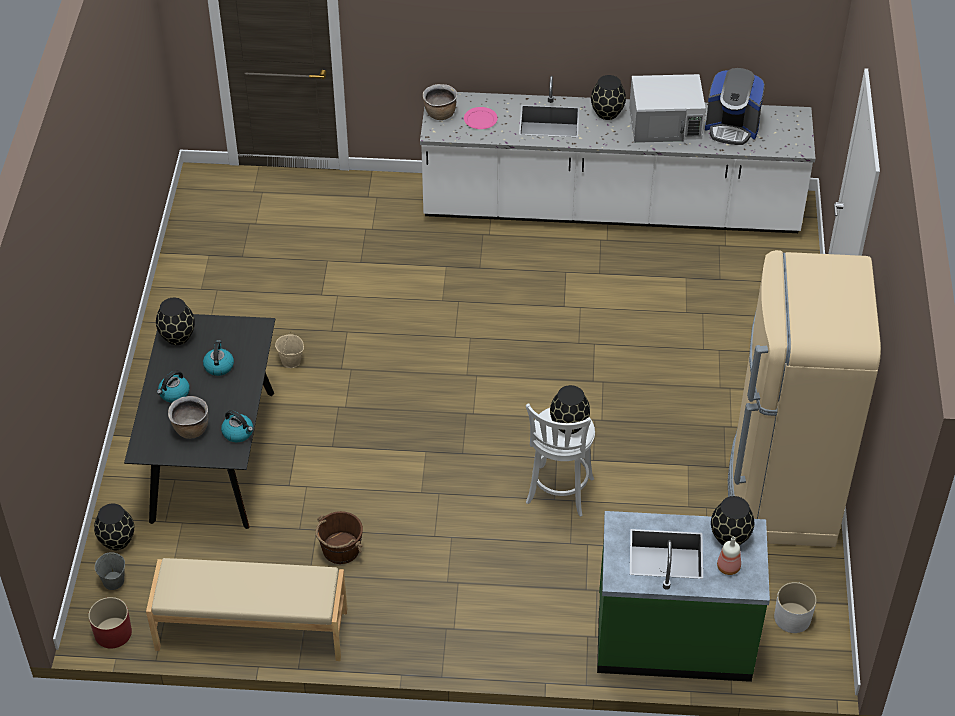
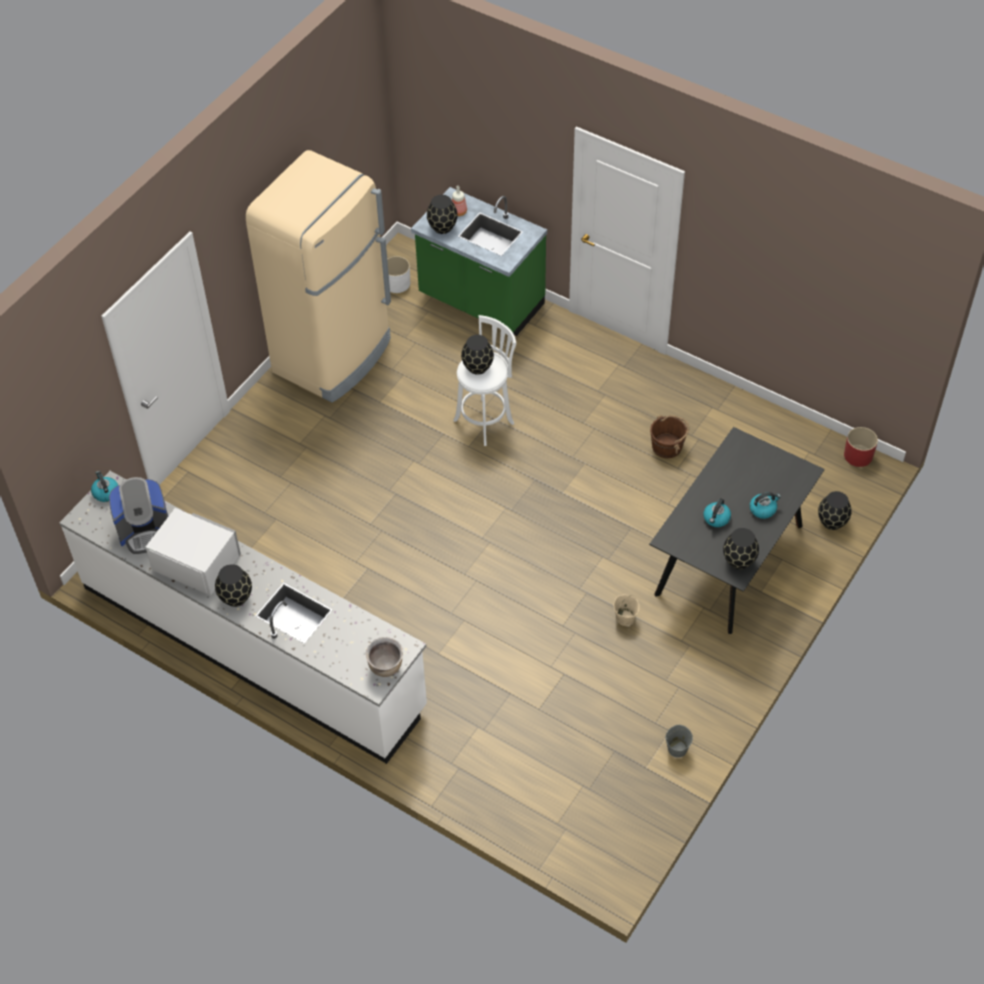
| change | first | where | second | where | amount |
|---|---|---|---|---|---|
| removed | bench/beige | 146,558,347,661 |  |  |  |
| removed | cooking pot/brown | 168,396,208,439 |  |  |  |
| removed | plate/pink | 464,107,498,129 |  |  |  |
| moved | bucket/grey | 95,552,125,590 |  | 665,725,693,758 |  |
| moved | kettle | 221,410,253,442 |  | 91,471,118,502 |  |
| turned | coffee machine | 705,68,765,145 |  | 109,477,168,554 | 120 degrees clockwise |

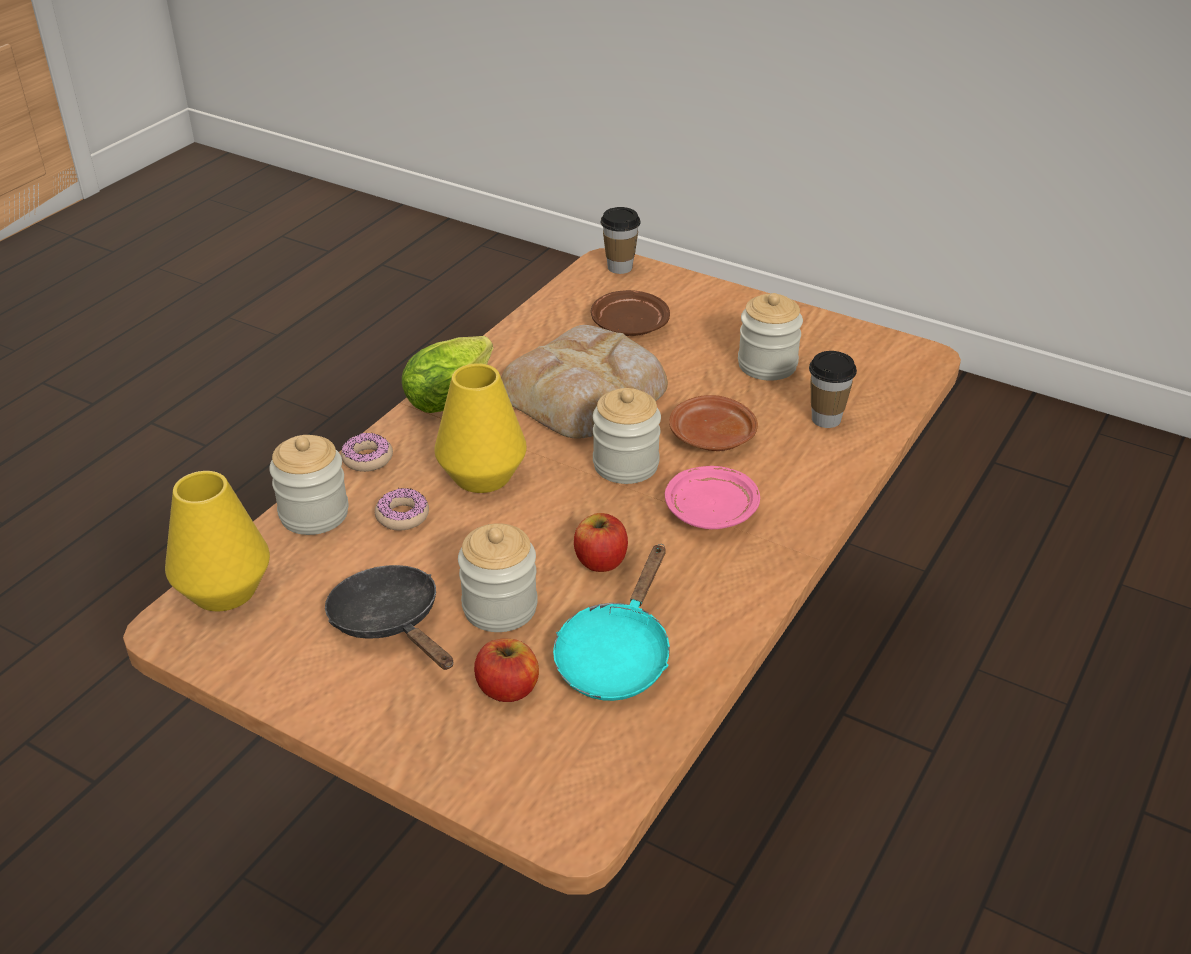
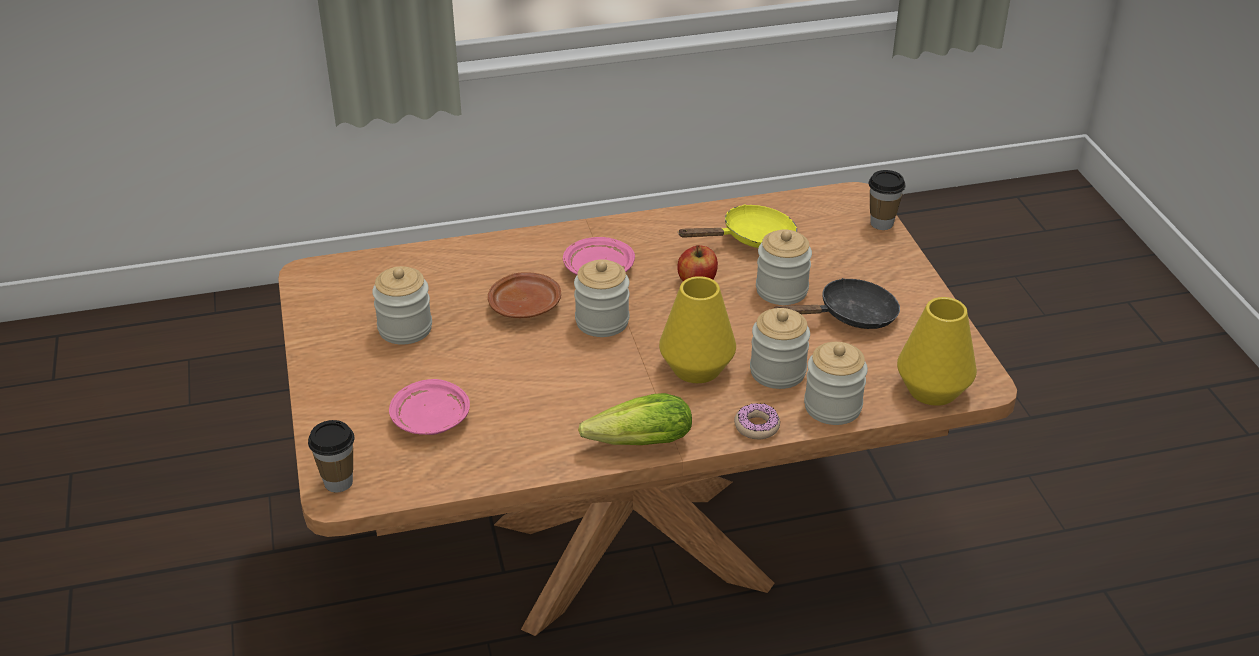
| change | first | where | second | where | amount |
|---|---|---|---|---|---|
| removed | apple | 474,639,539,702 |  |  |  |
| removed | bread | 501,325,668,439 |  |  |  |
| moved | cup | 809,351,857,428 |  | 869,170,905,230 |  |
| replaced | donut | 374,488,429,531 | jar | 750,308,810,389 |  |
| recoloured | frying pan/turquoise | 553,544,670,701 | frying pan/yellow | 677,204,797,248 |  |
| recoloured | plate/brown | 591,290,670,336 | plate/pink | 389,379,470,435 |  |
| turned | frying pan/black | 325,565,453,670 |  | 774,278,900,329 | 120 degrees counterclockwise |

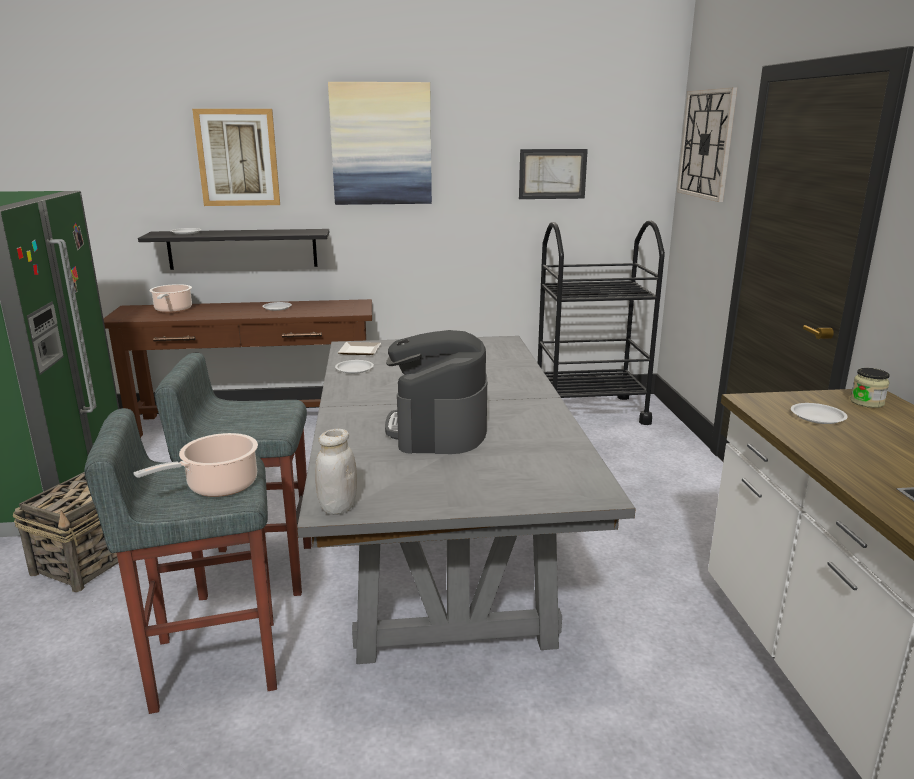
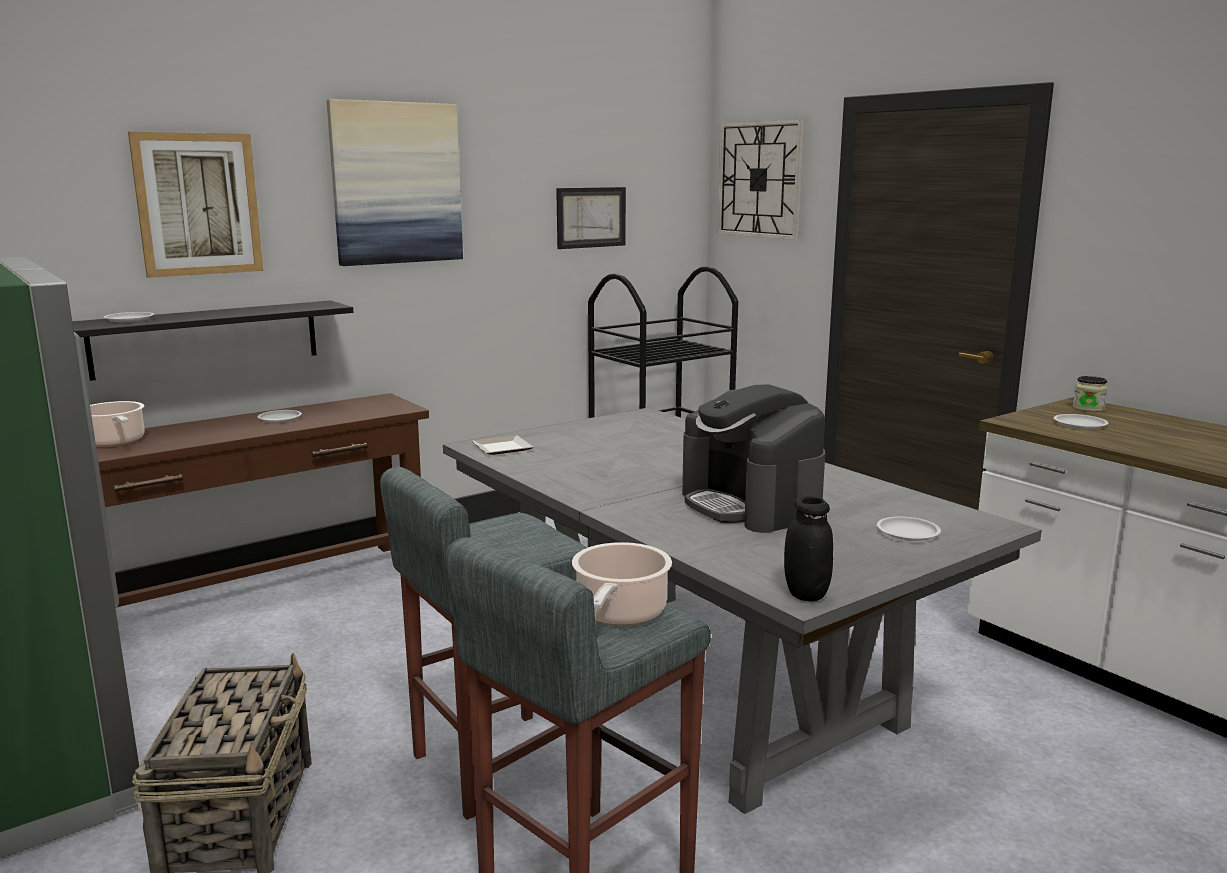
| change | first | where | second | where | amount |
|---|---|---|---|---|---|
| moved | plate/white | 335,360,374,374 |  | 877,516,941,541 |  |
| recoloured | jar/white | 315,429,357,515 | jar/black | 784,496,833,601 |  |

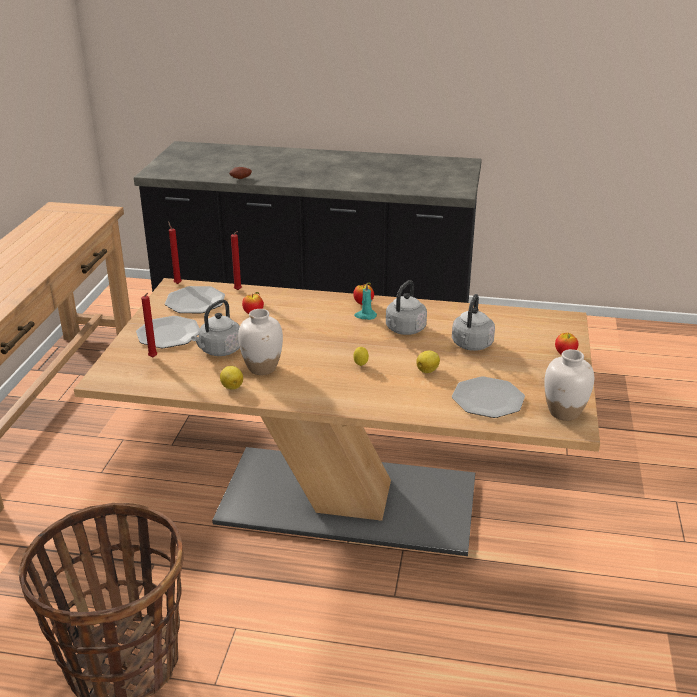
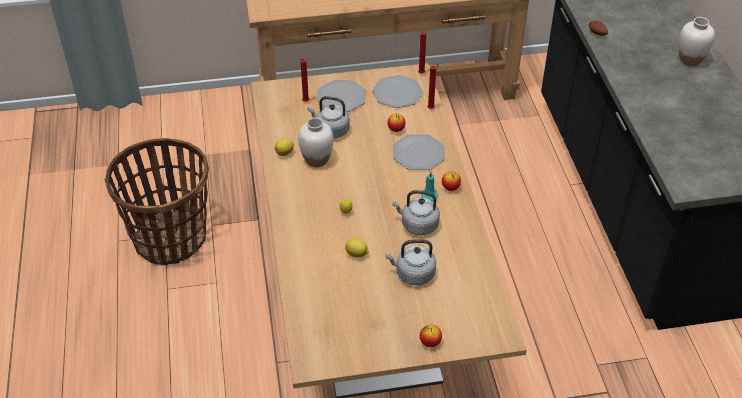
| change | first | where | second | where | amount |
|---|---|---|---|---|---|
| moved | plate | 452,376,525,418 |  | 393,134,445,170 |  |
| moved | vase/white | 544,349,594,421 |  | 679,17,715,66 |  |

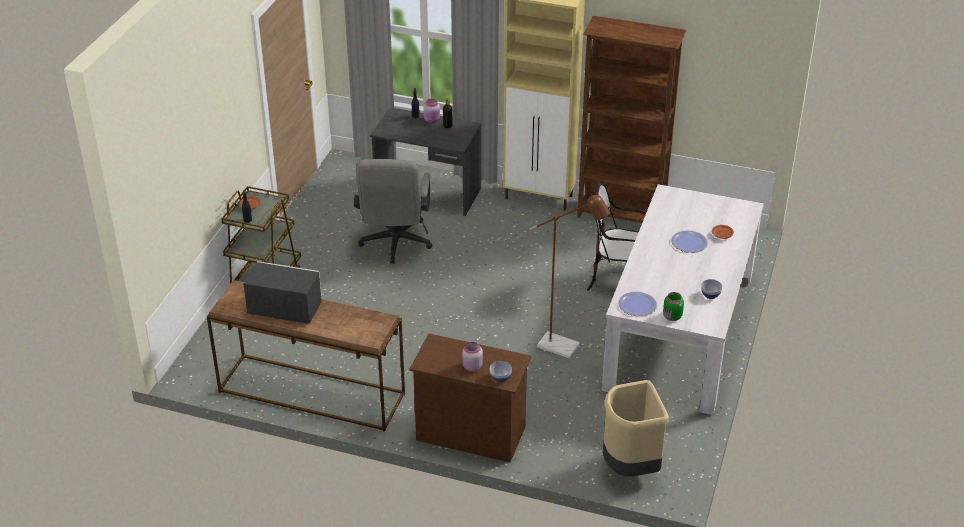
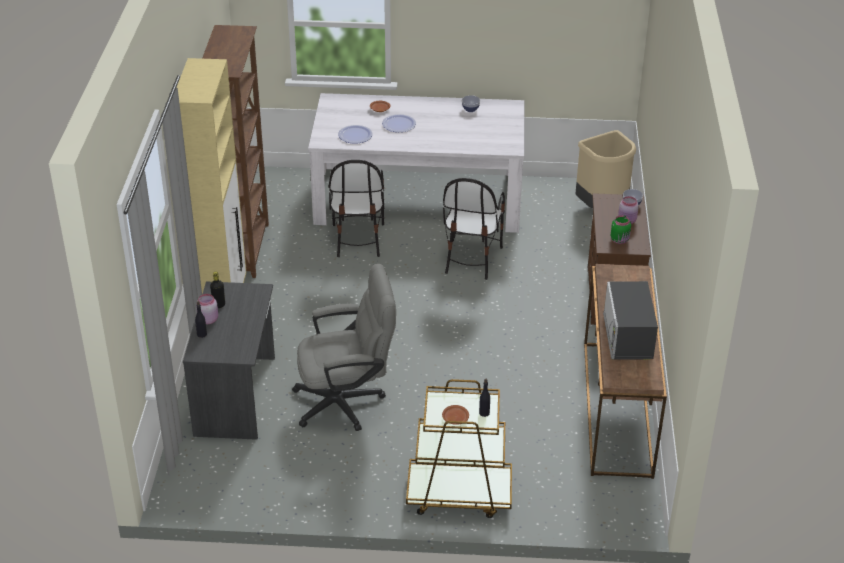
| change | first | where | second | where | amount |
|---|---|---|---|---|---|
| moved | plate | 618,292,657,316 |  | 338,125,373,143 |  |
| moved | jar/green | 663,292,684,321 |  | 611,215,631,244 |  |
| replaced | floor lamp/brown | 529,193,610,359 | chair | 443,178,505,280 |  |

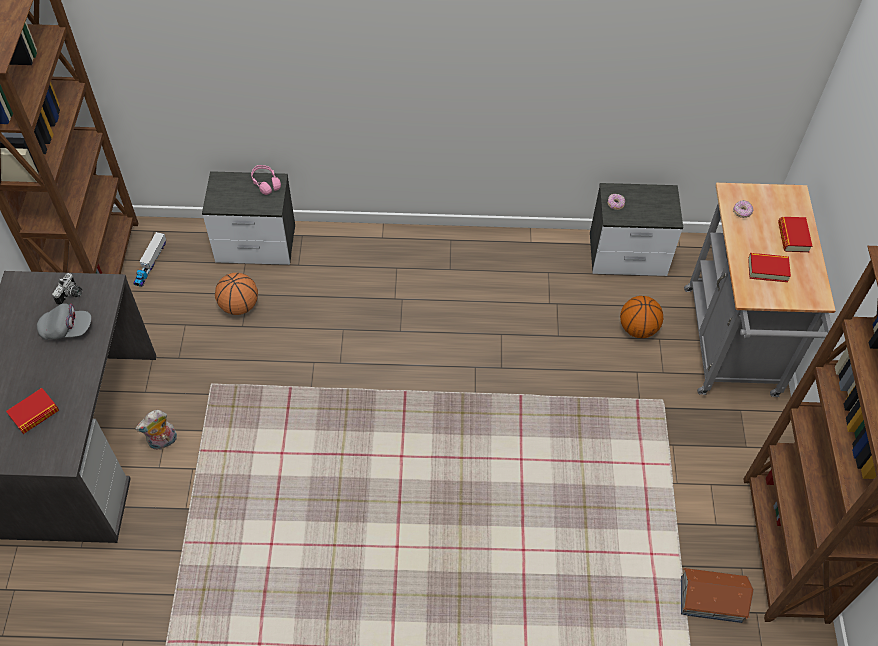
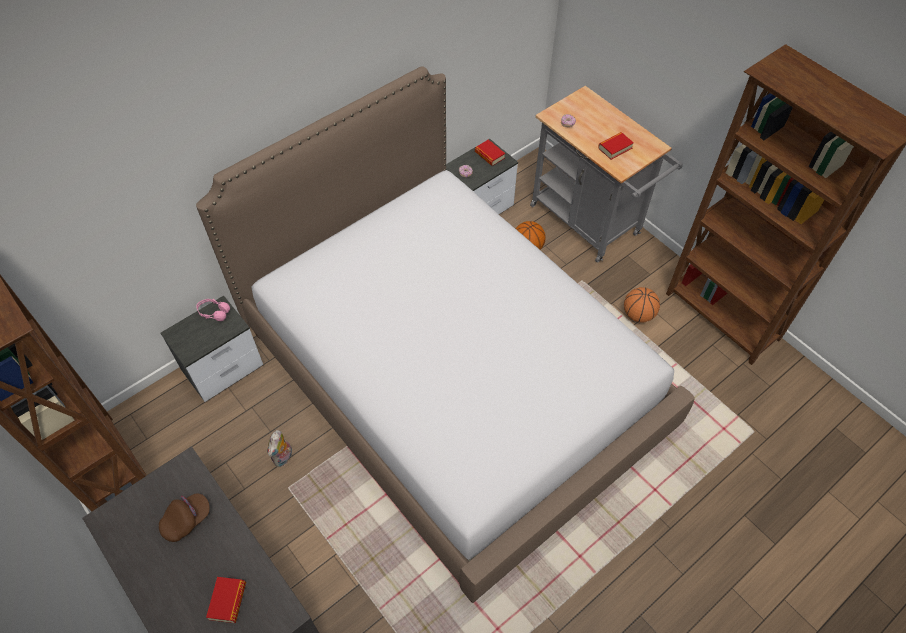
| change | first | where | second | where | amount |
|---|---|---|---|---|---|
| removed | photo camera | 52,273,82,305 |  |  |  |
| removed | toy truck | 134,232,166,287 |  |  |  |
| removed | toy house | 681,568,754,623 |  |  |  |
| added |  |  | bed | 196,66,695,603 |  |
| moved | plush toy | 135,410,177,451 |  | 268,430,292,467 |  |
| moved | basketball | 215,273,258,315 |  | 624,287,660,323 |  |
| moved | book | 778,217,812,252 |  | 475,139,505,166 |  |
| recoloured | cap/grey | 37,303,91,340 | cap/brown | 159,493,210,542 |  |

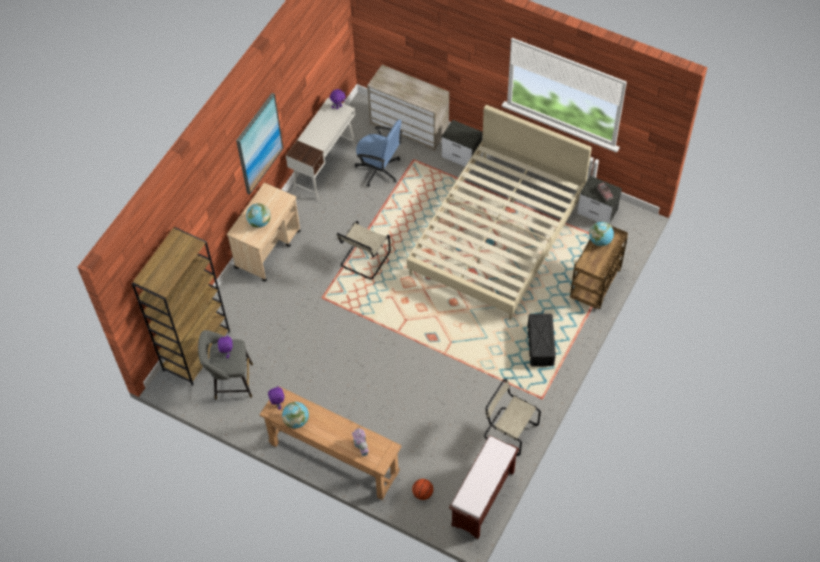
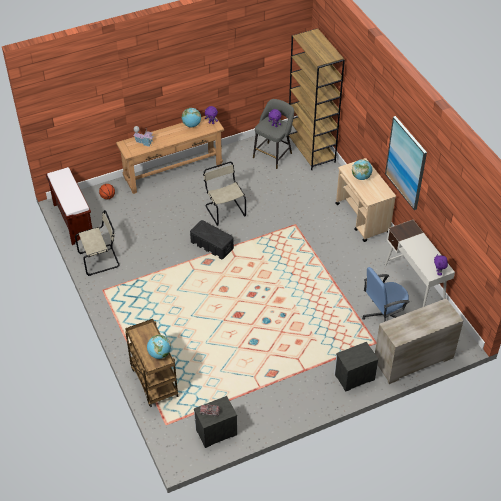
| change | first | where | second | where | amount |
|---|---|---|---|---|---|
| removed | bed/beige | 407,105,592,320 |  |  |  |
| moved | chair/beige | 336,221,391,279 |  | 203,162,246,226 |  |
| moved | storage box/black | 528,314,556,366 |  | 190,220,234,259 |  |

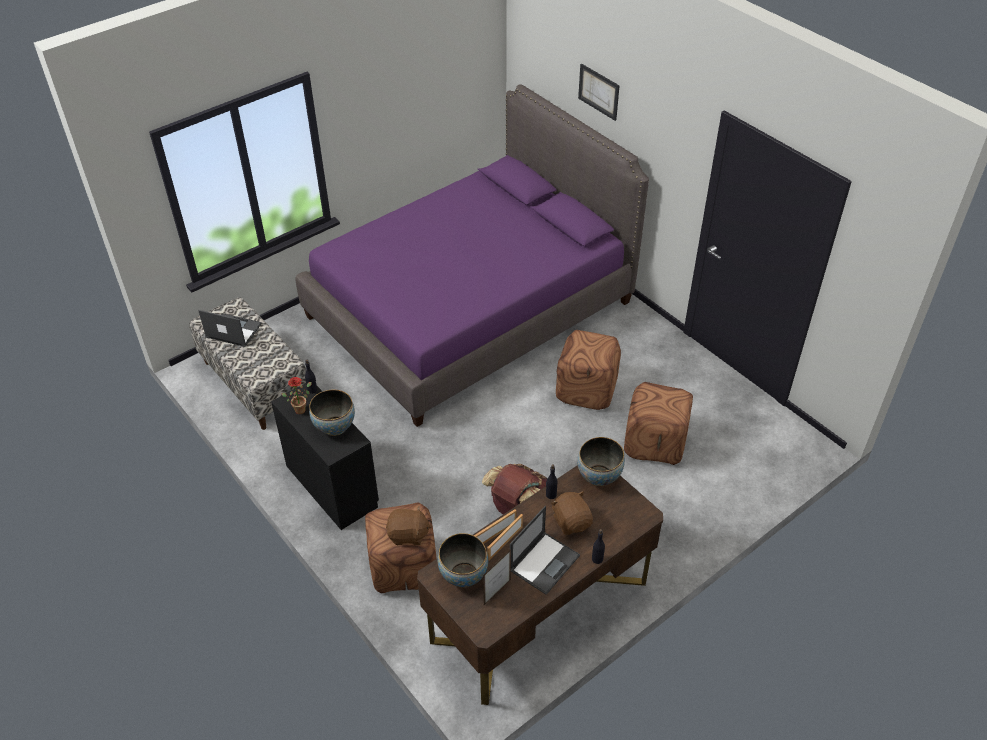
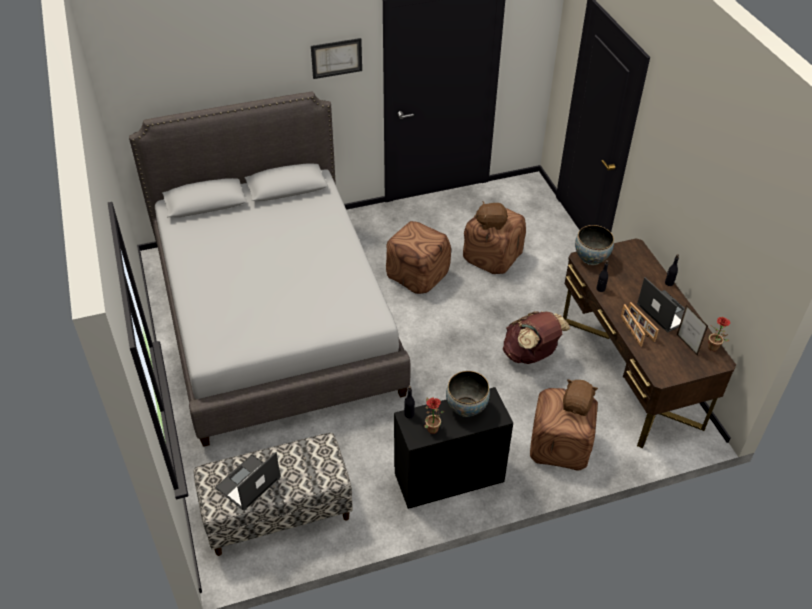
| change | first | where | second | where | amount |
|---|---|---|---|---|---|
| removed | bowl | 438,533,488,587 |  |  |  |
| added |  |  | potted plant | 708,317,730,351 |  |
| moved | plush toy/brown | 551,491,593,535 |  | 474,202,508,230 |  |
| moved | picture | 578,64,620,121 |  | 311,38,362,79 |  |
| recoloured | bed/purple | 295,84,649,427 | bed/grey | 129,92,411,447 |  |

